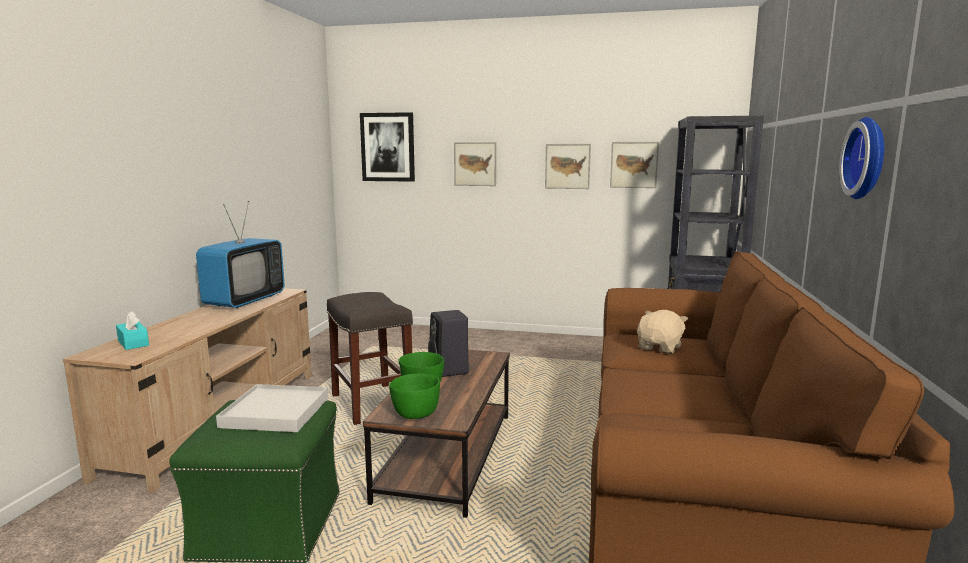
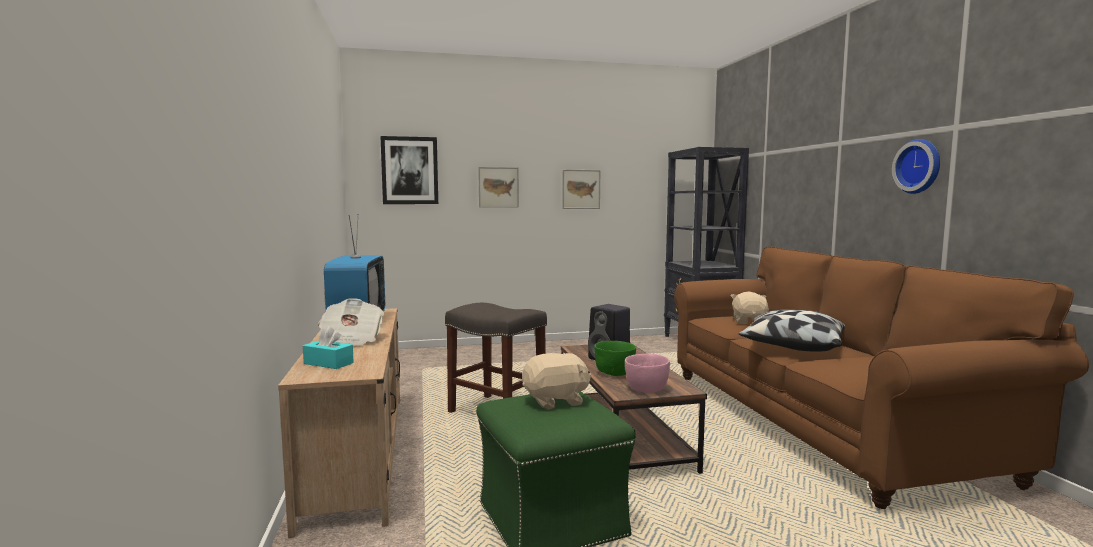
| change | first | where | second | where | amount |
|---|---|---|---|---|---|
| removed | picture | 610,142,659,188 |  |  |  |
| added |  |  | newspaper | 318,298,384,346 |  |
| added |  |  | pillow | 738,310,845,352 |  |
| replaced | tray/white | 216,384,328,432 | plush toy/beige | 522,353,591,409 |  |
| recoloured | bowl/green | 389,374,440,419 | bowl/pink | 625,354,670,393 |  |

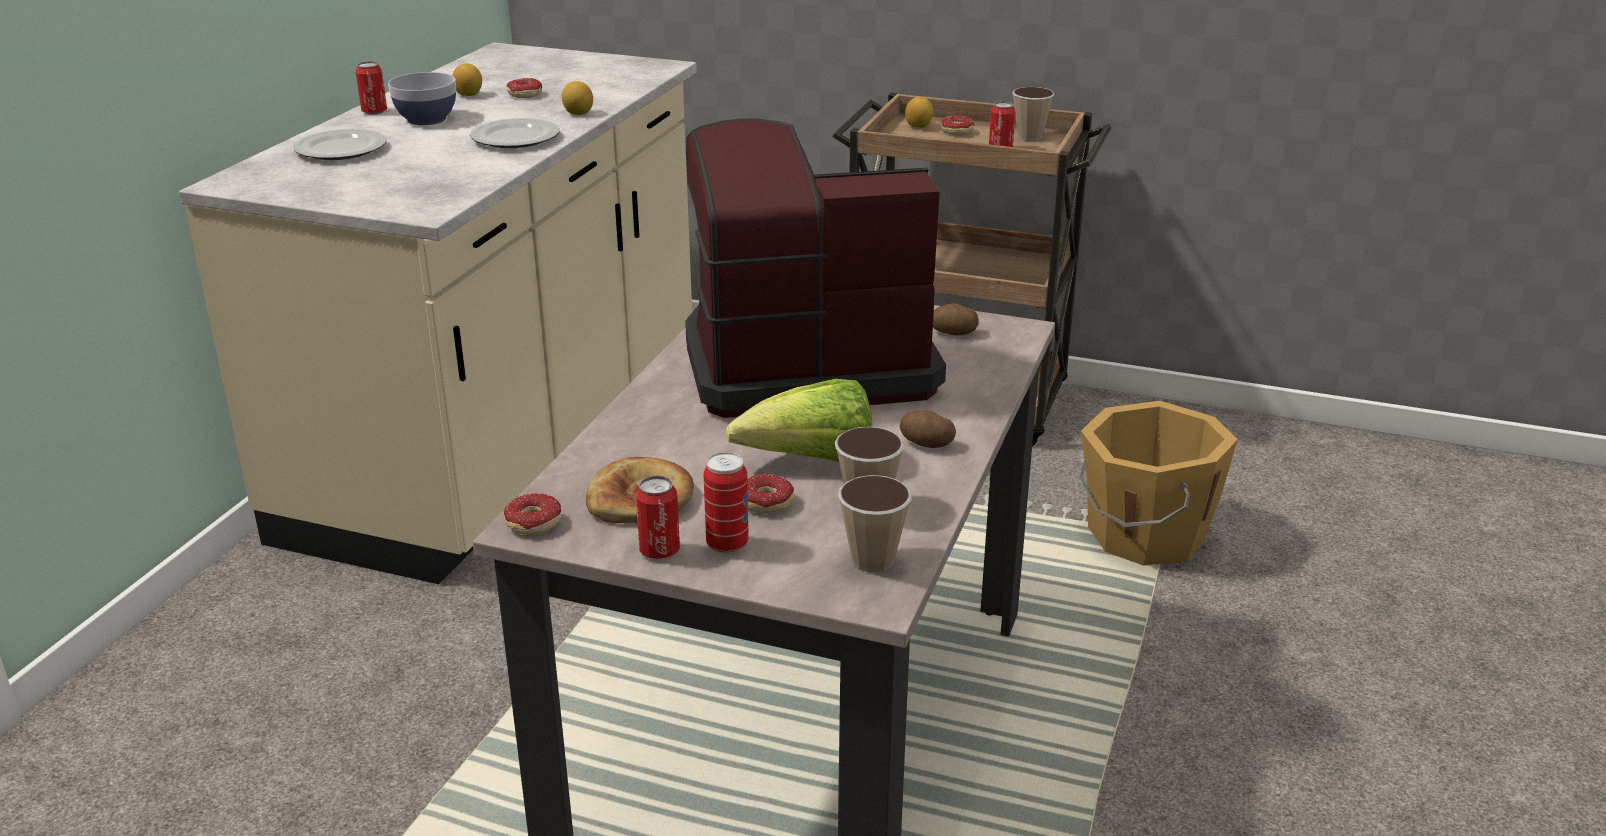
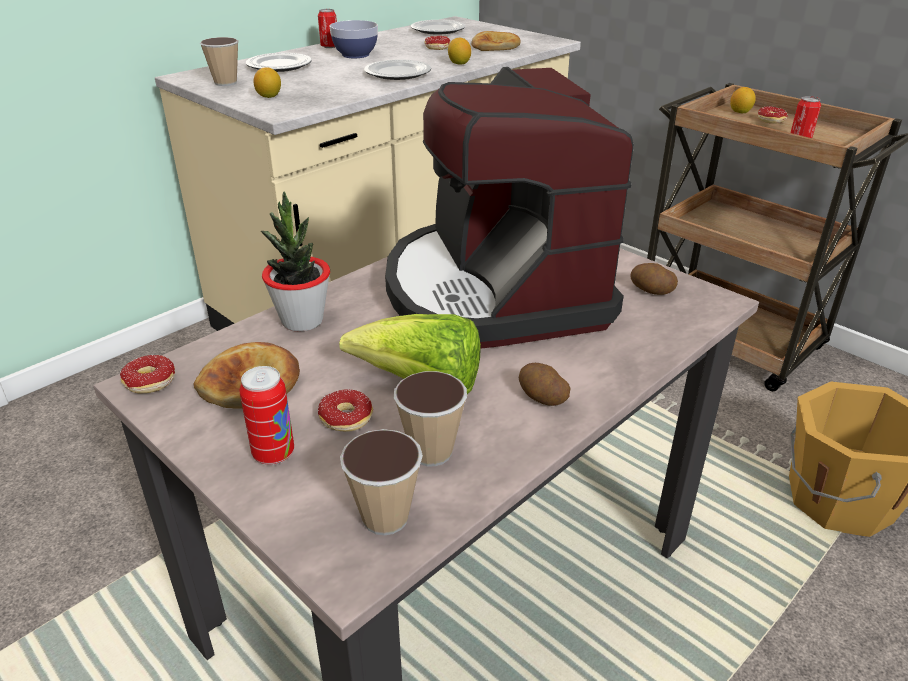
| change | first | where | second | where | amount |
|---|---|---|---|---|---|
| removed | can | 636,475,680,559 |  |  |  |
| added |  |  | potted plant | 261,191,330,331 |  |
| added |  |  | plate | 411,20,466,35 |  |
| added |  |  | bread | 471,31,521,51 |  |
| moved | lemon | 452,63,482,96 |  | 253,67,281,98 |  |
| moved | cup | 1012,87,1054,141 |  | 200,37,238,86 |  |
| turned | coffee machine | 685,119,946,418 |  | 385,67,634,348 | 120 degrees counterclockwise |

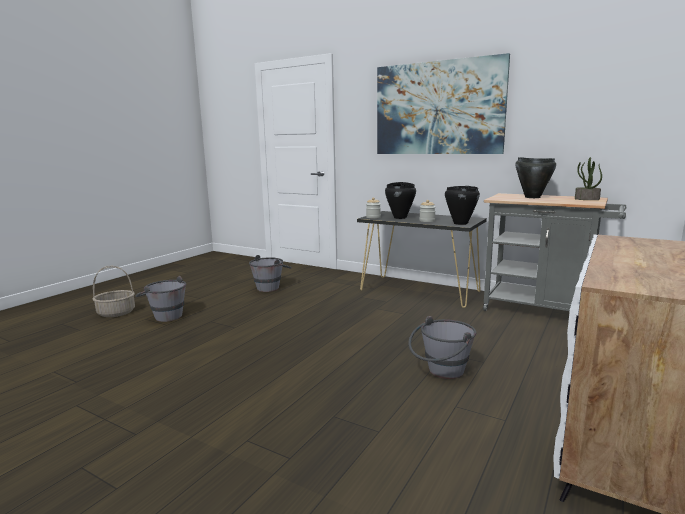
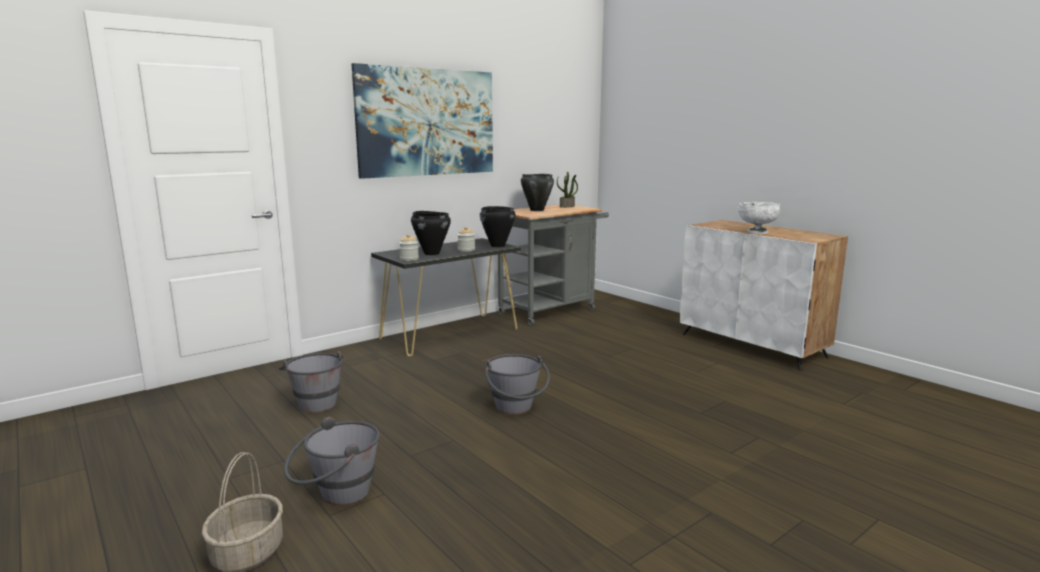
| change | first | where | second | where | amount |
|---|---|---|---|---|---|
| added |  |  | bowl/white | 738,202,780,234 |  |
| moved | bucket/grey | 408,316,476,379 |  | 485,354,550,415 |  |

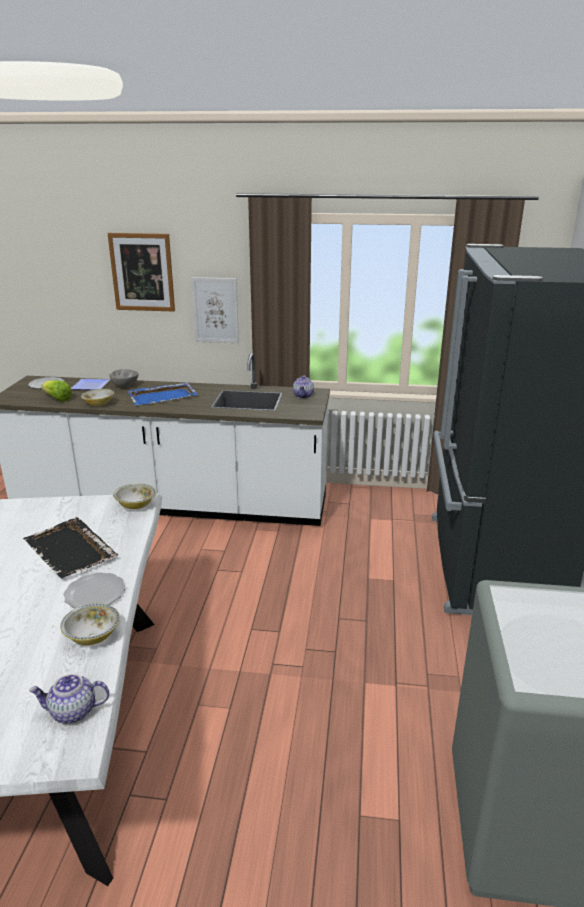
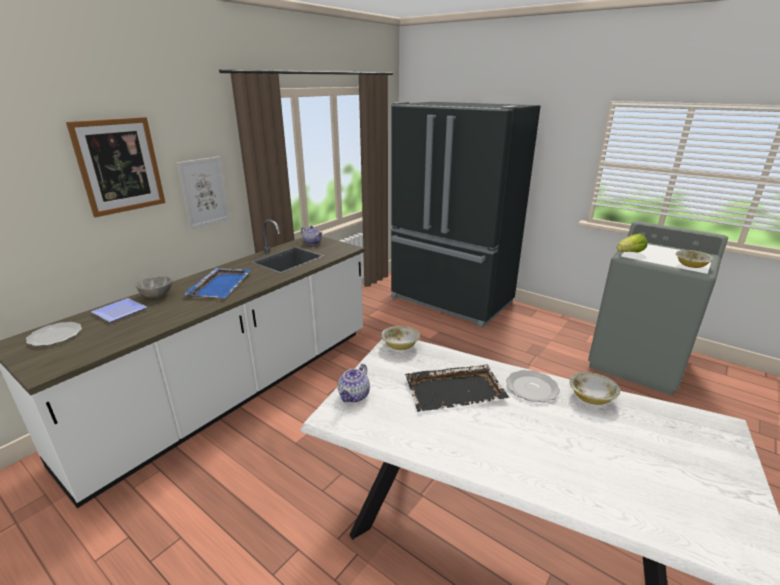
| change | first | where | second | where | amount |
|---|---|---|---|---|---|
| moved | teapot | 29,674,109,724 |  | 338,364,370,402 |  |
| moved | lettuce | 41,380,72,401 |  | 617,233,648,253 |  |
| moved | bowl | 81,389,114,406 |  | 676,250,714,268 |  |

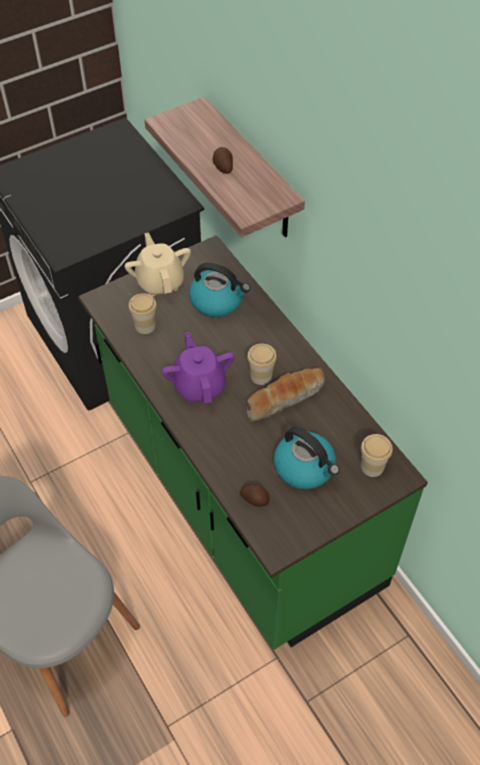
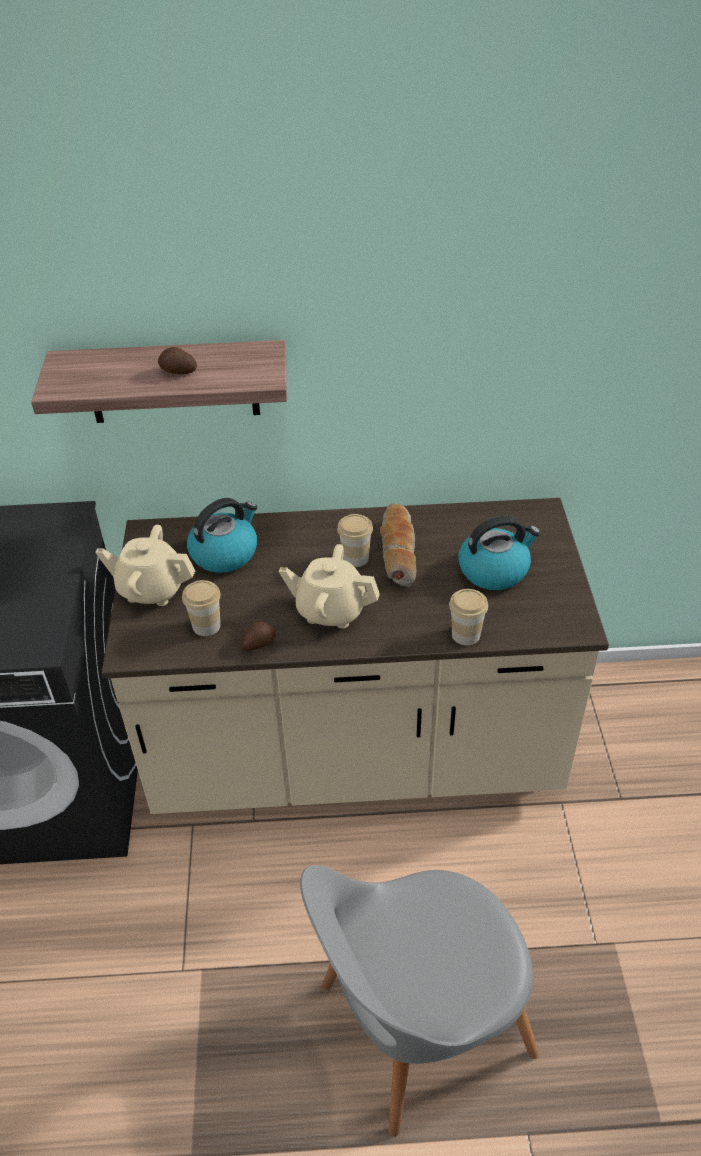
| change | first | where | second | where | amount |
|---|---|---|---|---|---|
| moved | potato | 240,484,269,507 |  | 241,622,276,651 |  |
| moved | cup | 361,434,393,477 |  | 449,589,488,646 |  |
| recoloured | counter/green | 78,235,428,650 | counter/beige | 102,498,609,814 |  |
| recoloured | teapot/purple | 162,332,234,404 | teapot/beige | 279,544,380,629 |  |

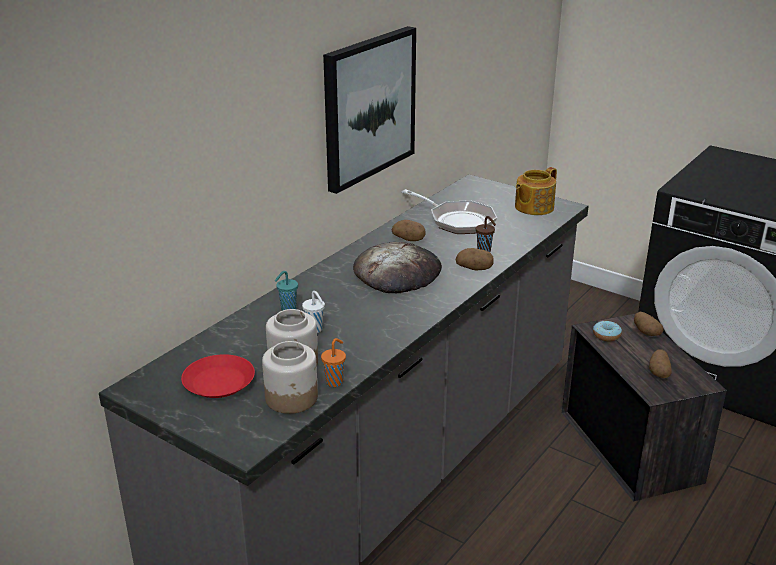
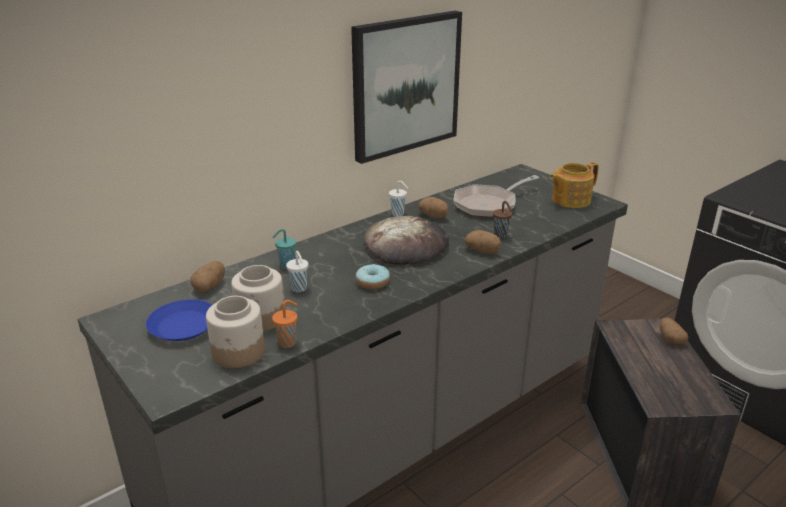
| change | first | where | second | where | amount |
|---|---|---|---|---|---|
| added |  |  | cup/white | 389,181,408,216 |  |
| moved | donut | 593,321,622,341 |  | 356,264,390,289 |  |
| moved | potato | 649,349,672,378 |  | 191,261,225,292 |  |
| recoloured | plate/red | 181,354,255,398 | plate/blue | 146,299,212,341 |  |
| turned | frying pan | 402,189,497,234 |  | 453,175,539,217 | 90 degrees clockwise |

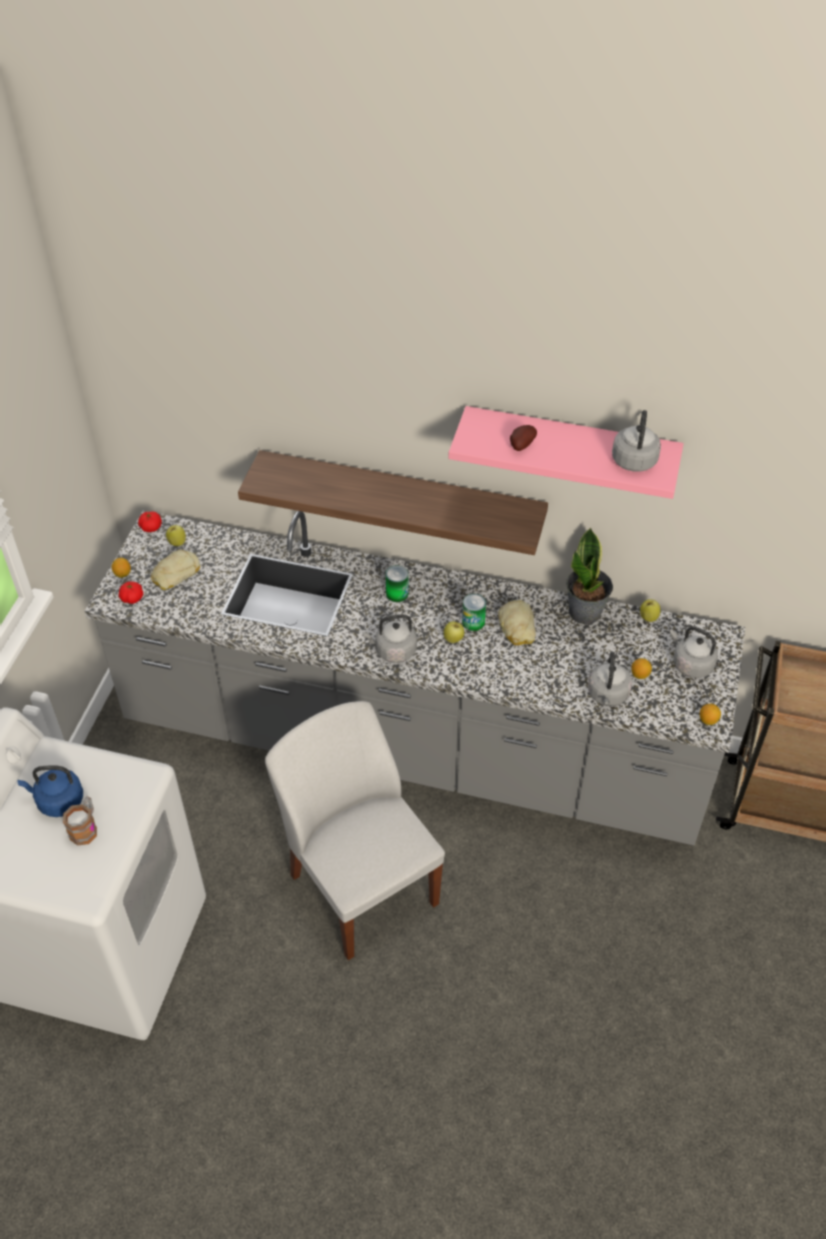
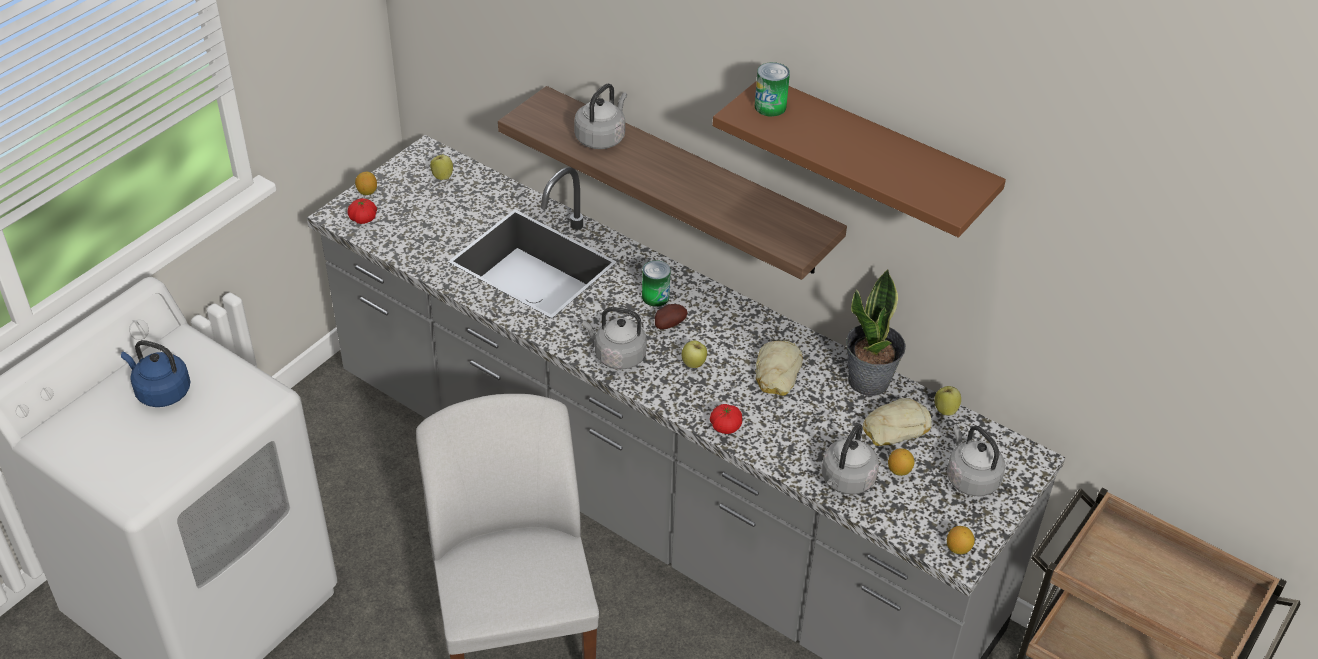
| change | first | where | second | where | amount |
|---|---|---|---|---|---|
| removed | mug | 63,797,97,846 |  |  |  |
| moved | tomato | 138,511,162,532 |  | 710,404,742,434 |  |
| moved | bread | 150,550,200,590 |  | 863,398,931,446 |  |
| moved | can | 462,594,486,631 |  | 755,62,790,117 |  |
| moved | potato | 510,425,537,451 |  | 655,304,687,330 |  |
| moved | kettle/grey | 612,410,661,472 |  | 574,84,627,149 |  |
| recoloured | shelf/pink | 448,406,684,499 | shelf/brown | 712,81,1006,238 |  |

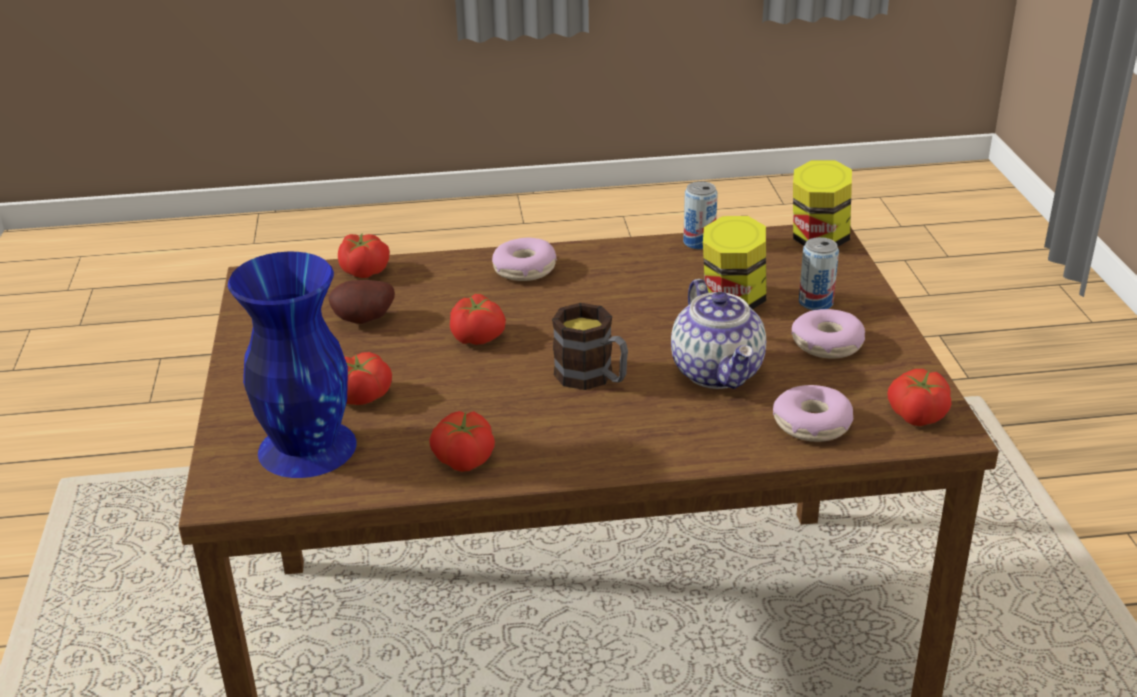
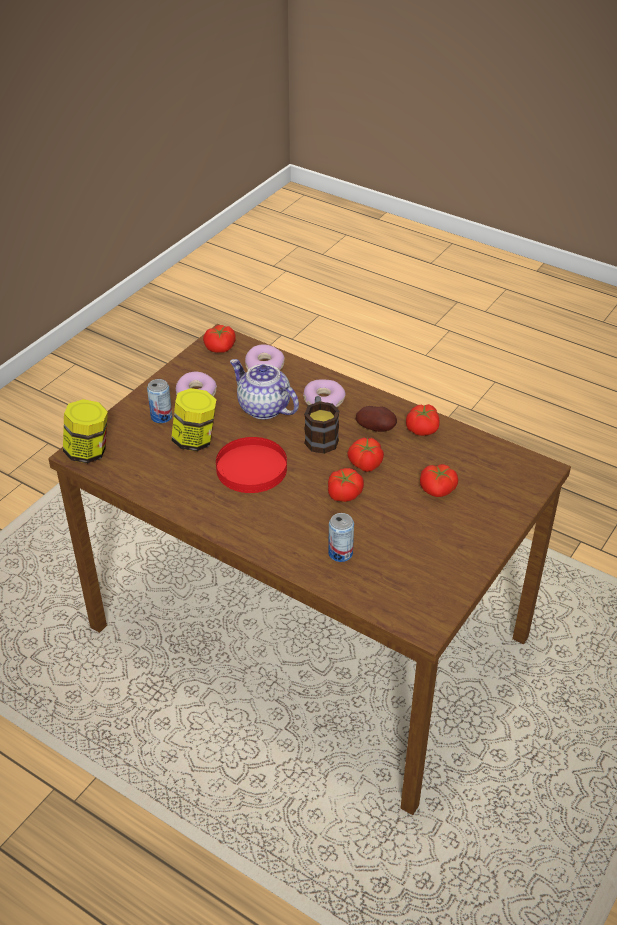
| change | first | where | second | where | amount |
|---|---|---|---|---|---|
| removed | vase/blue | 228,252,356,478 |  |  |  |
| added |  |  | plate/red | 216,437,287,493 |  |
| moved | potato | 328,280,395,324 |  | 356,406,397,432 |  |
| moved | tomato | 338,234,390,278 |  | 348,438,384,472 |  |
| moved | donut | 492,237,557,281 |  | 303,379,346,408 |  |
| moved | can | 683,181,718,250 |  | 328,513,354,562 |  |
| turned | teapot | 671,279,766,389 |  | 230,359,299,419 | 75 degrees counterclockwise |

